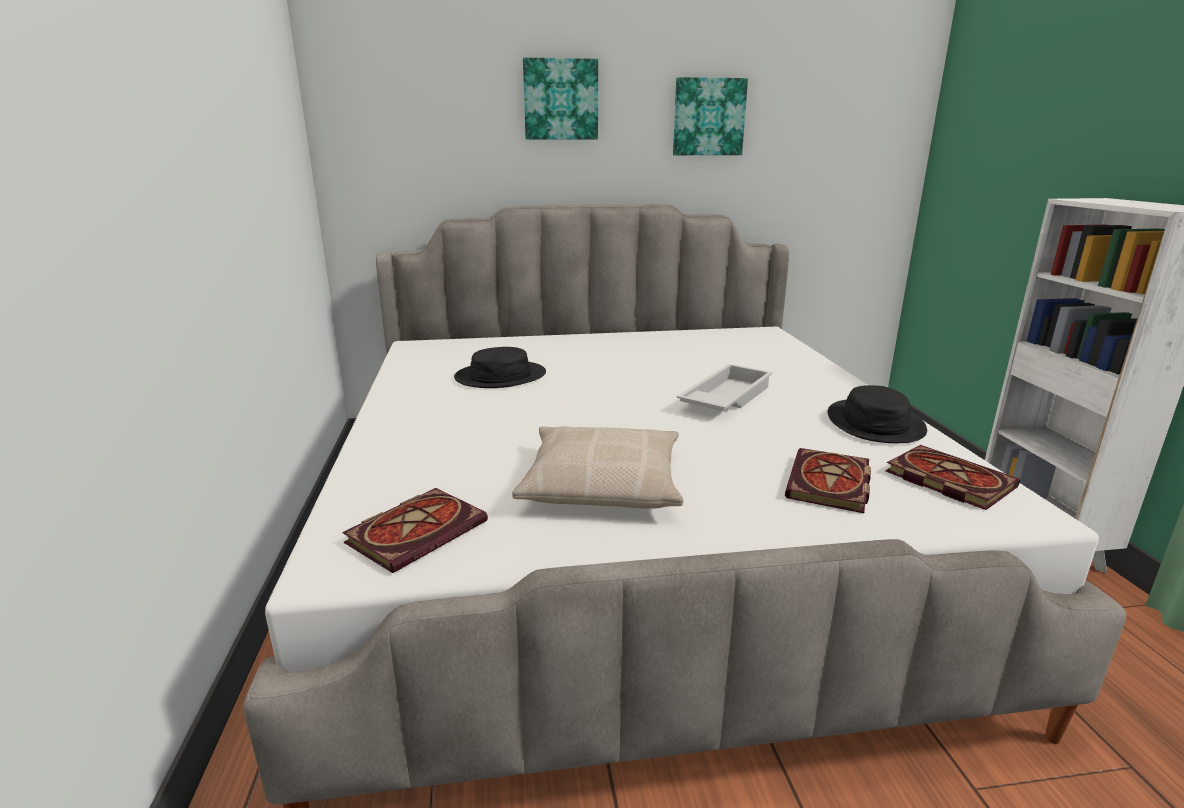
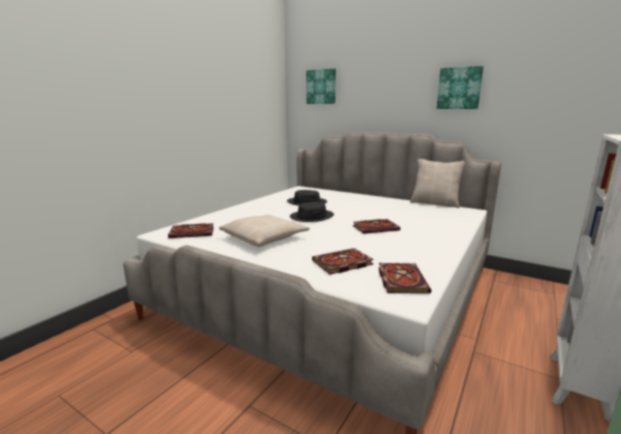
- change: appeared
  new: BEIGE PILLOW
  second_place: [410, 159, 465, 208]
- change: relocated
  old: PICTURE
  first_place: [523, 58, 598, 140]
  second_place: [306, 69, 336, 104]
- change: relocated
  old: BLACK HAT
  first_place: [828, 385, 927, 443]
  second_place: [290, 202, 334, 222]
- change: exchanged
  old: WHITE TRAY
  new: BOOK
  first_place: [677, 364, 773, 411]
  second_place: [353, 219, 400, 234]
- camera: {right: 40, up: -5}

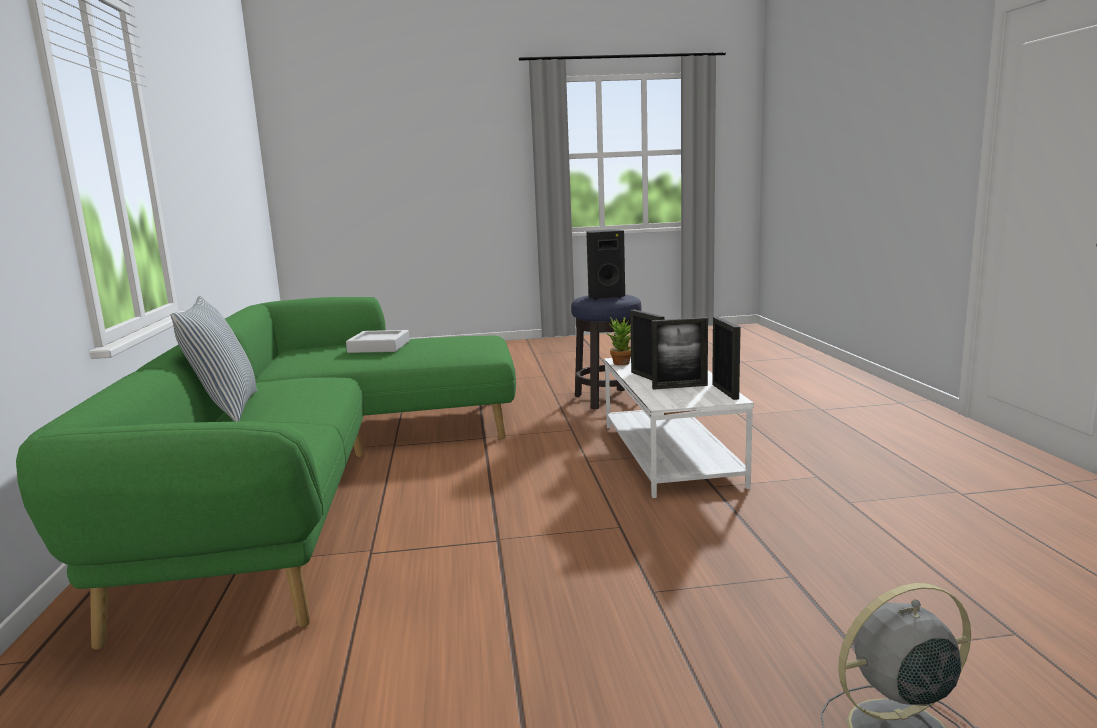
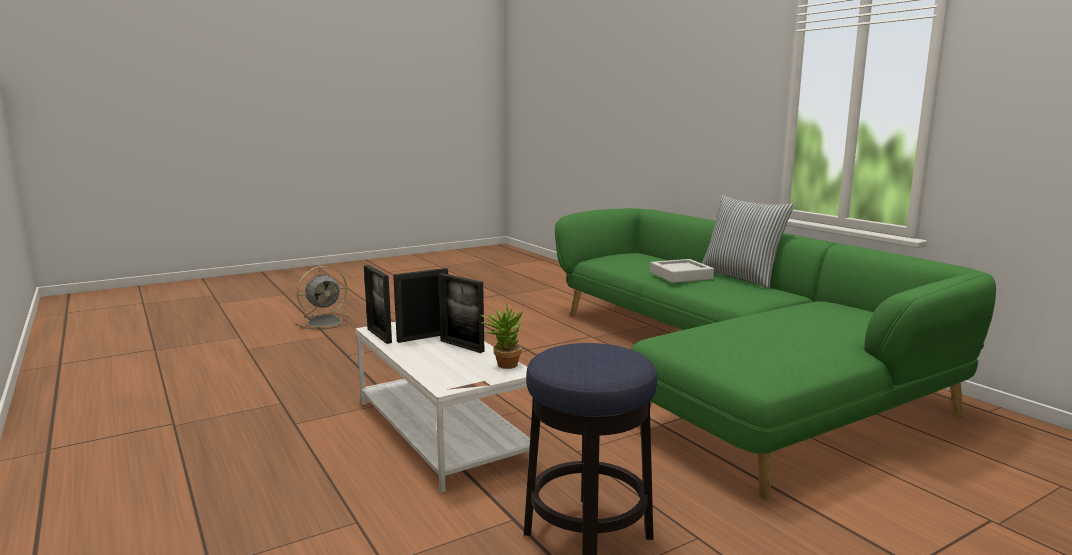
- change: missing
  old: BLACK SPEAKER
  first_place: [586, 229, 625, 300]
- change: relocated
  old: GREY TRAY
  first_place: [346, 330, 410, 353]
  second_place: [650, 259, 714, 283]
- camera: {right: 155, up: 0}

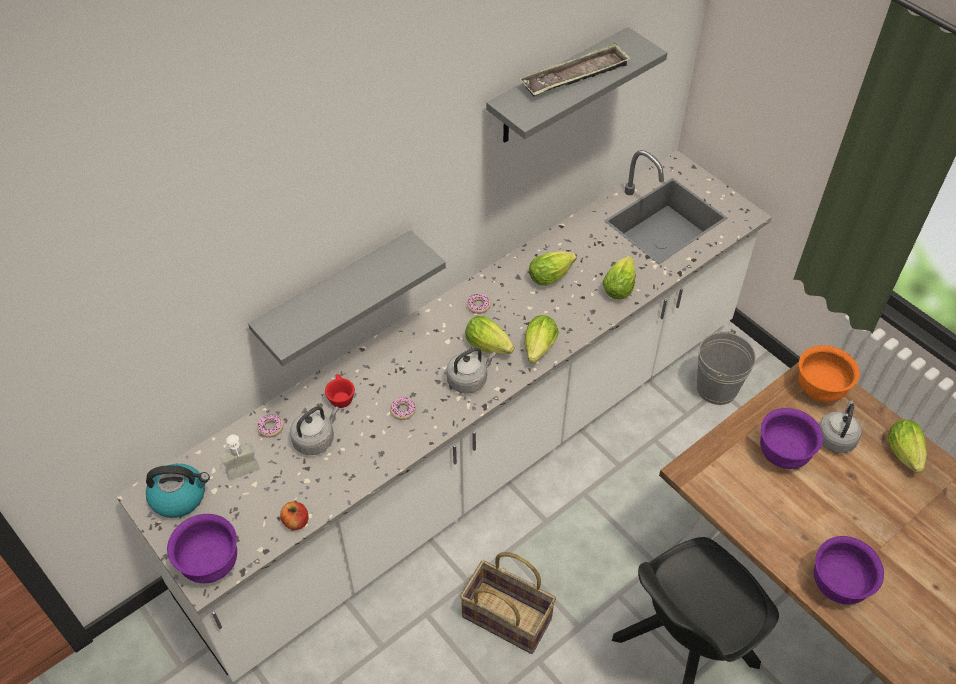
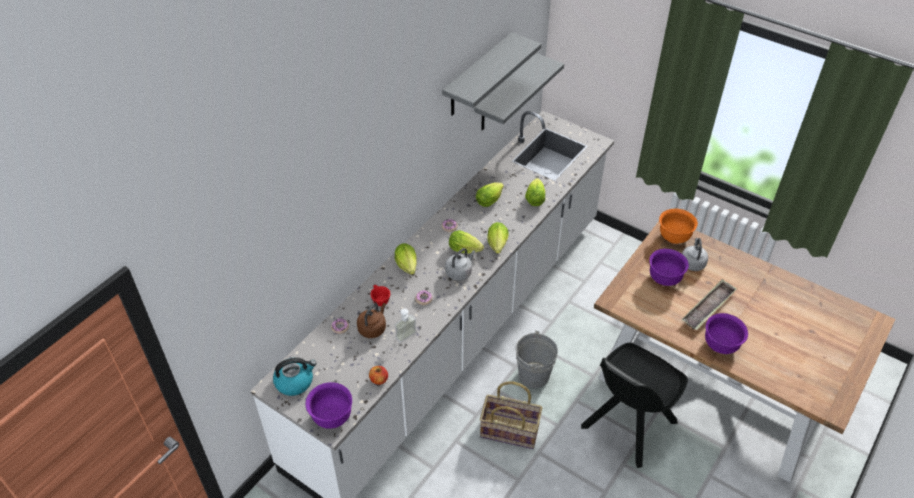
- change: relocated
  old: SOAP DISPENSER
  first_place: [220, 434, 259, 480]
  second_place: [395, 309, 417, 343]
- change: relocated
  old: GREY SHELF
  first_place: [248, 230, 446, 366]
  second_place: [474, 53, 564, 131]
- change: relocated
  old: TRAY
  first_place: [520, 43, 631, 96]
  second_place: [682, 279, 737, 330]
- change: relocated
  old: GREY BUCKET
  first_place: [696, 329, 756, 405]
  second_place: [516, 330, 558, 388]
- change: relocated
  old: LETTUCE
  first_place: [887, 419, 927, 473]
  second_place: [394, 243, 417, 275]
- change: colour
  old: GREY KETTLE
  new: BROWN KETTLE
  first_place: [290, 406, 339, 455]
  second_place: [357, 303, 386, 338]
- camera: {right: -15, up: -5}

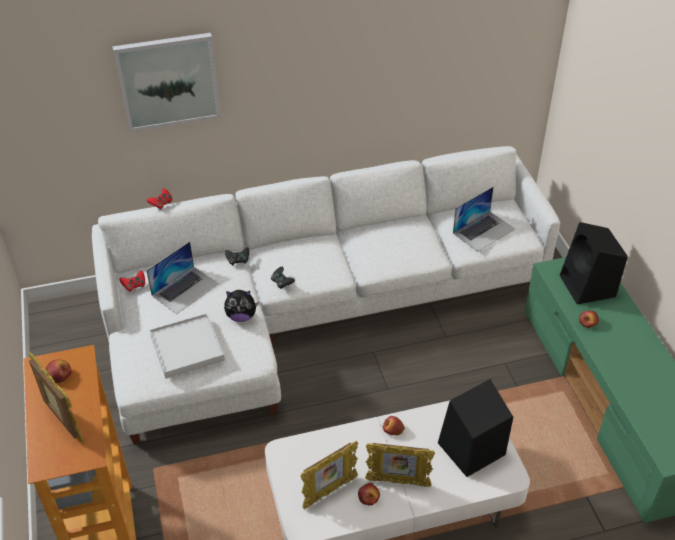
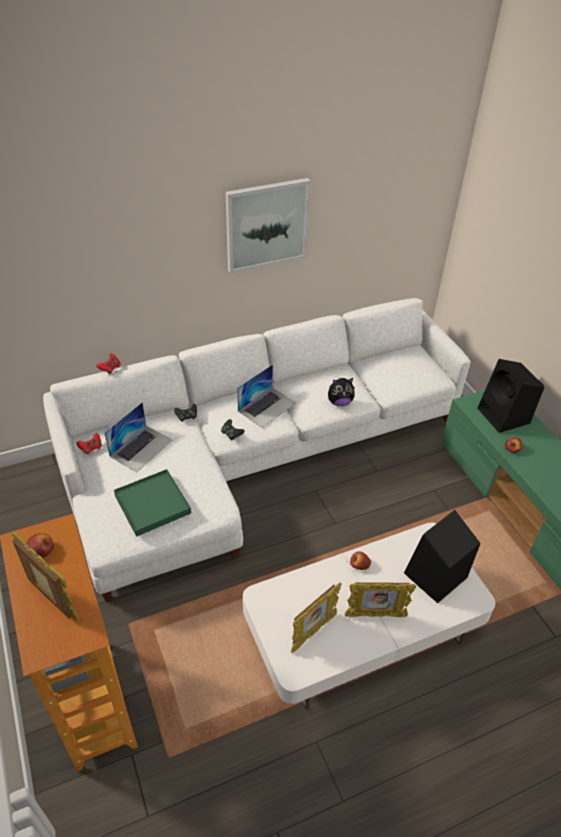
- change: missing
  old: APPLE
  first_place: [358, 483, 380, 506]
- change: relocated
  old: PICTURE
  first_place: [112, 33, 221, 132]
  second_place: [226, 178, 310, 273]
- change: relocated
  old: PLUSH TOY
  first_place: [224, 290, 259, 322]
  second_place: [328, 378, 355, 406]
- change: relocated
  old: LAPTOP
  first_place: [453, 186, 515, 252]
  second_place: [237, 364, 296, 428]
- change: colour
  old: WHITE TRAY
  new: GREEN TRAY
  first_place: [149, 313, 225, 379]
  second_place: [114, 469, 191, 537]
- camera: {right: -10, up: 0}

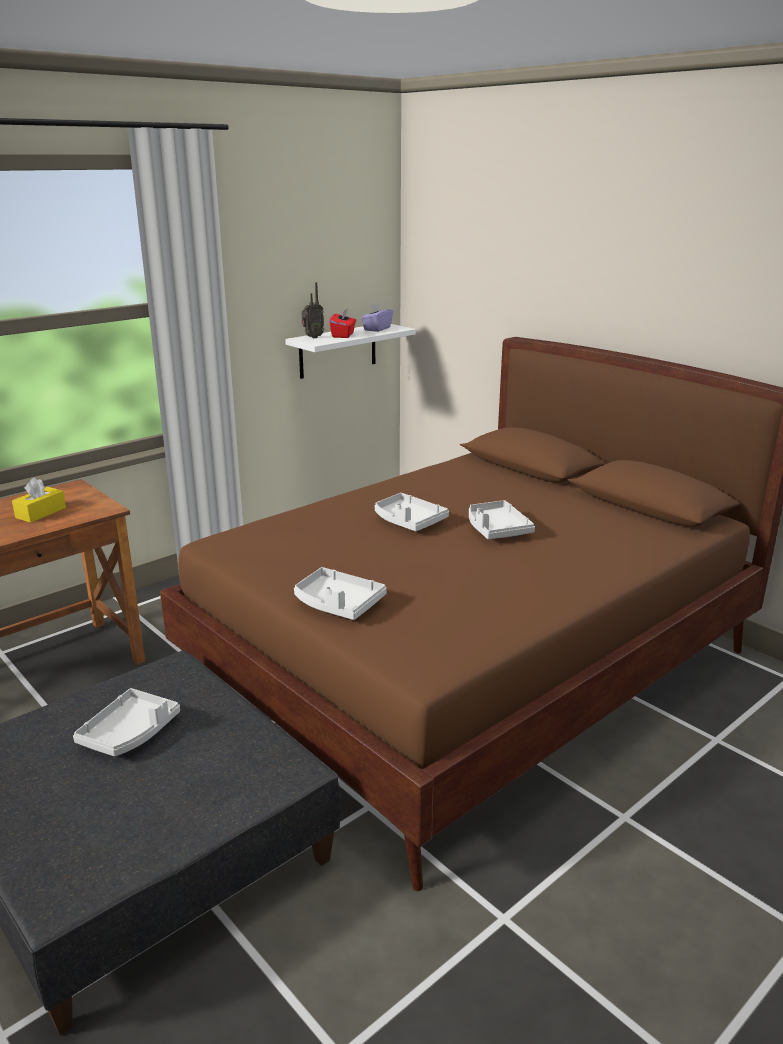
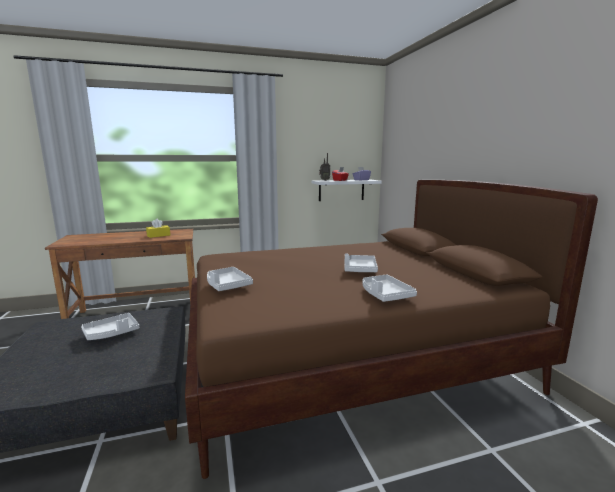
- change: relocated
  old: WHITE TRAY
  first_place: [375, 493, 449, 531]
  second_place: [363, 274, 417, 302]
- camera: {right: 25, up: -10}

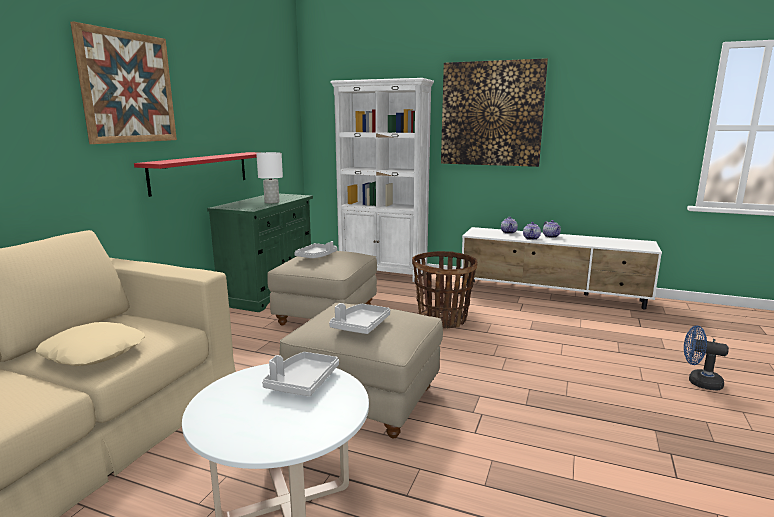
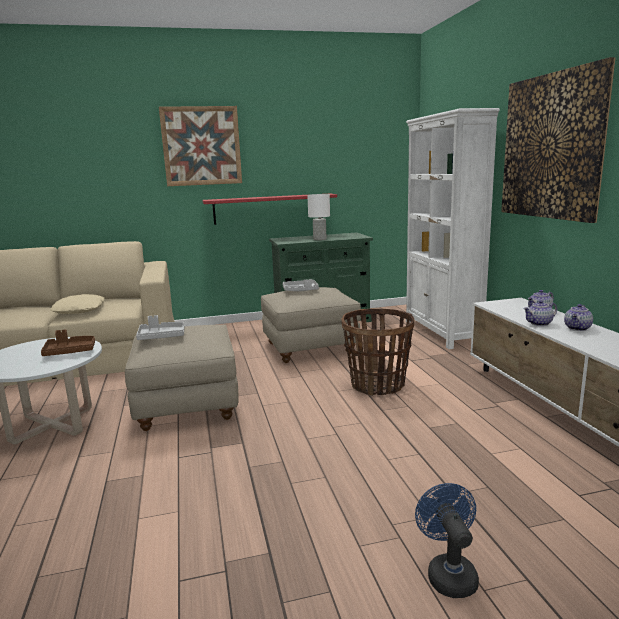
- change: colour
  old: GREY TRAY
  new: BROWN TRAY
  first_place: [262, 352, 339, 396]
  second_place: [41, 329, 95, 356]
- camera: {right: 55, up: 0}

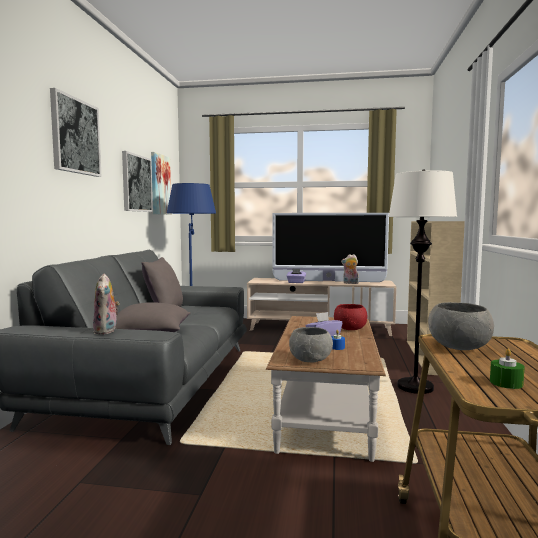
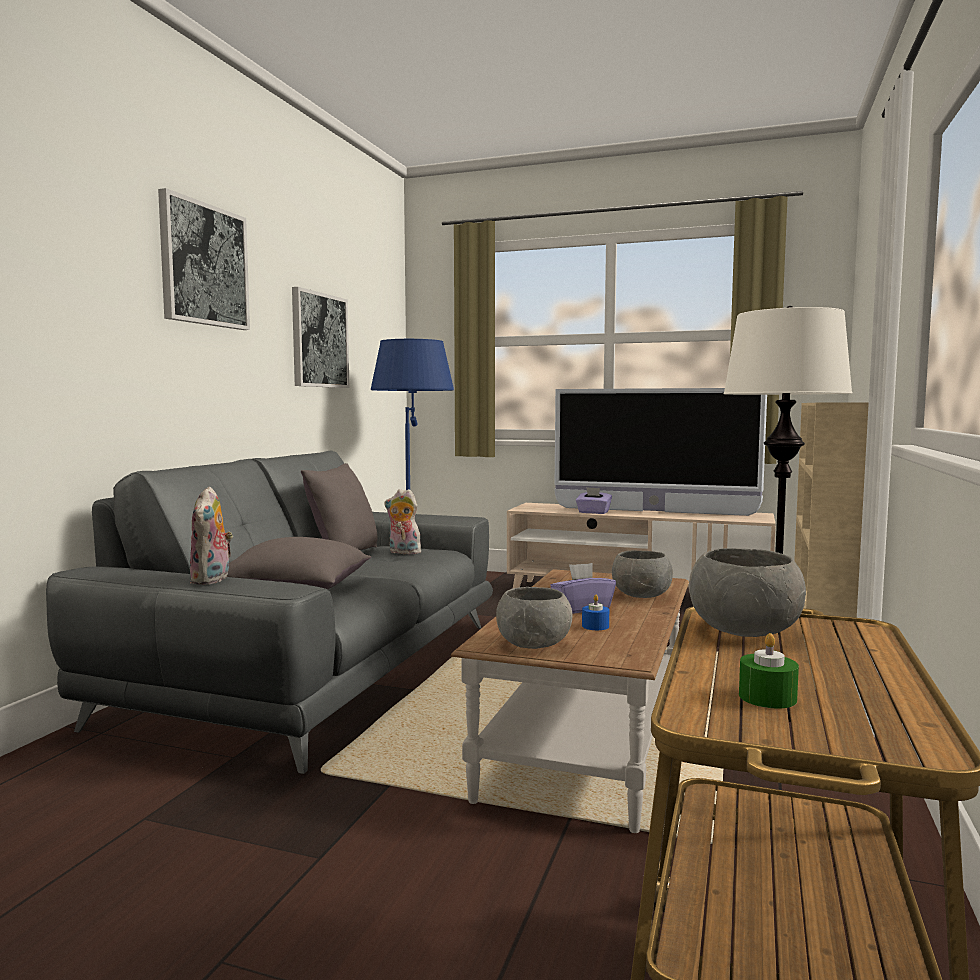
- change: missing
  old: PICTURE
  first_place: [151, 152, 171, 215]
- change: relocated
  old: PLUSH TOY
  first_place: [341, 254, 359, 284]
  second_place: [385, 489, 423, 554]
- change: colour
  old: RED BOWL
  new: GREY BOWL
  first_place: [334, 304, 367, 330]
  second_place: [612, 551, 673, 598]
- camera: {right: 10, up: 0}

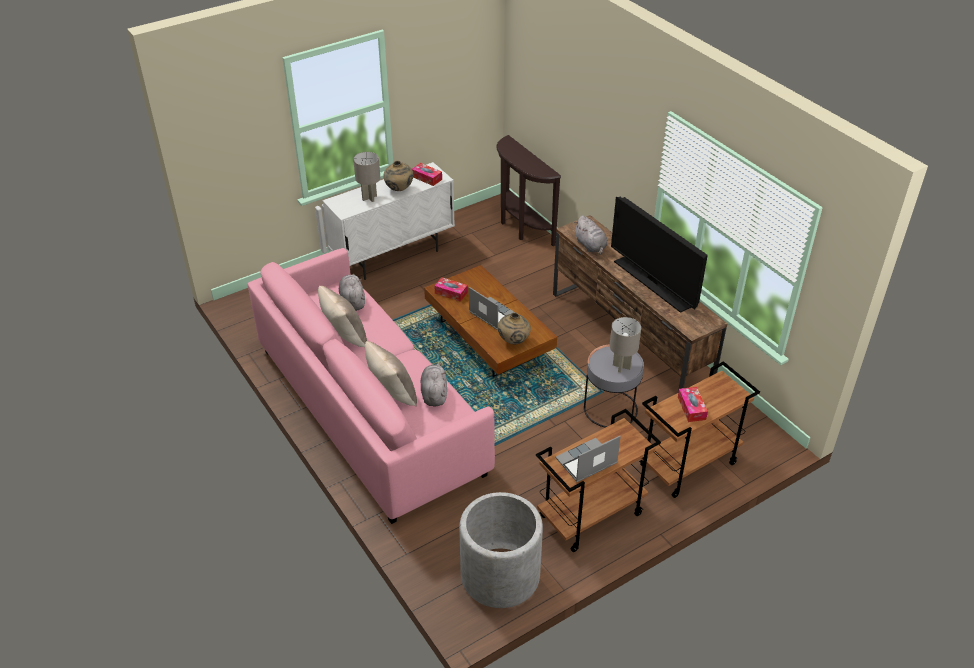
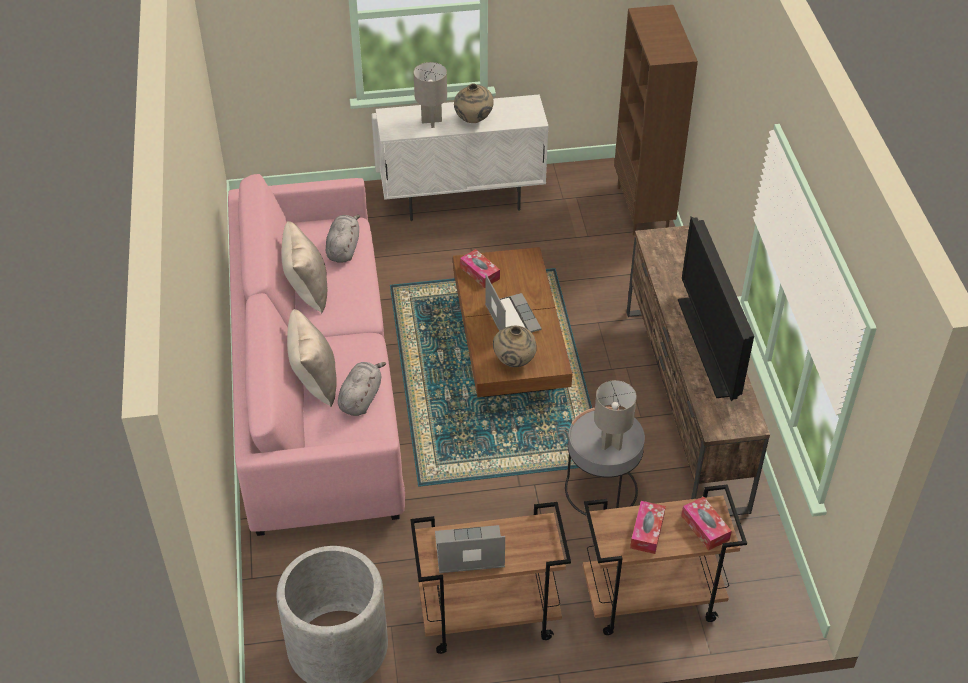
- change: missing
  old: GREY PLUSH TOY
  first_place: [574, 215, 608, 255]
- change: relocated
  old: TISSUE BOX
  first_place: [412, 163, 442, 186]
  second_place: [681, 497, 732, 551]
- change: exchanged
  old: BROWN CONSOLE TABLE
  new: BROWN BOOKCASE
  first_place: [496, 135, 561, 246]
  second_place: [614, 5, 698, 235]
- camera: {right: 25, up: 5}

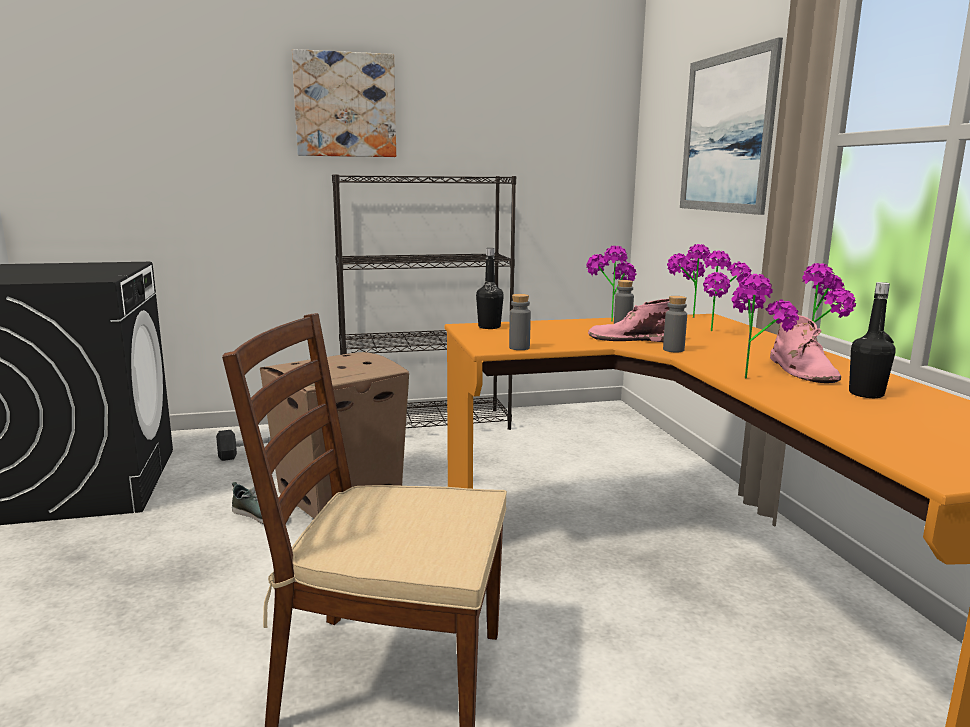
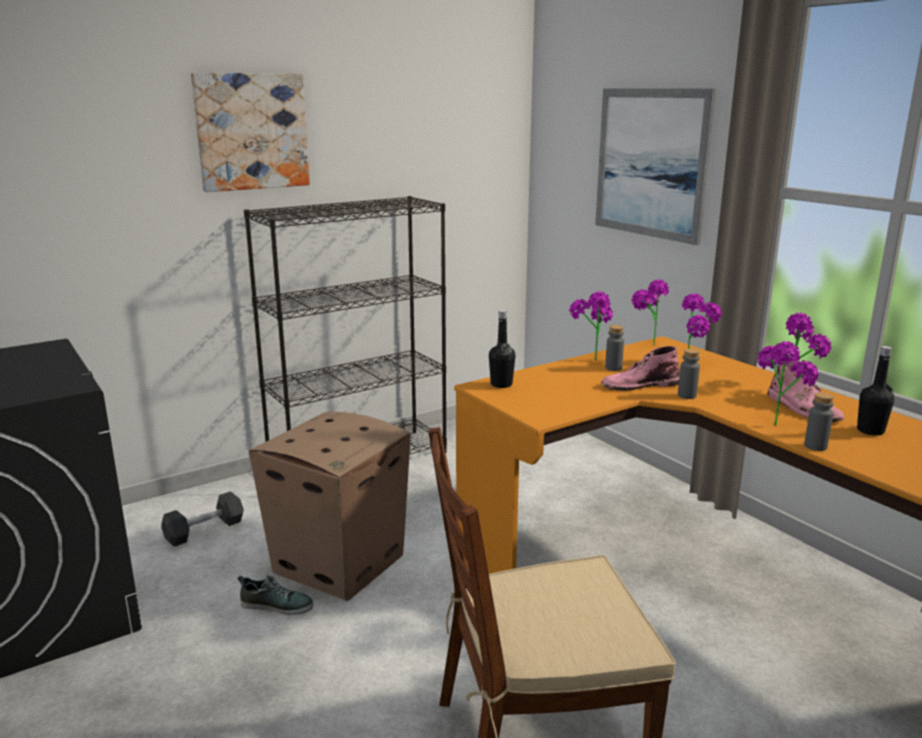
- change: relocated
  old: GREY BOTTLE
  first_place: [509, 294, 531, 350]
  second_place: [804, 392, 834, 451]
- camera: {right: -20, up: 5}

